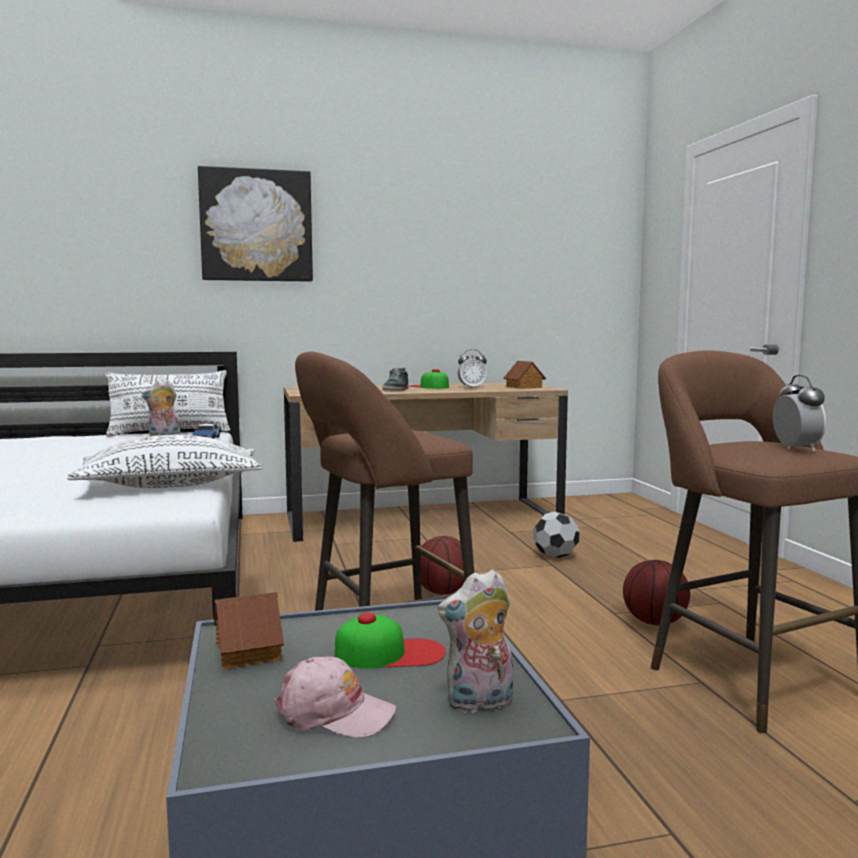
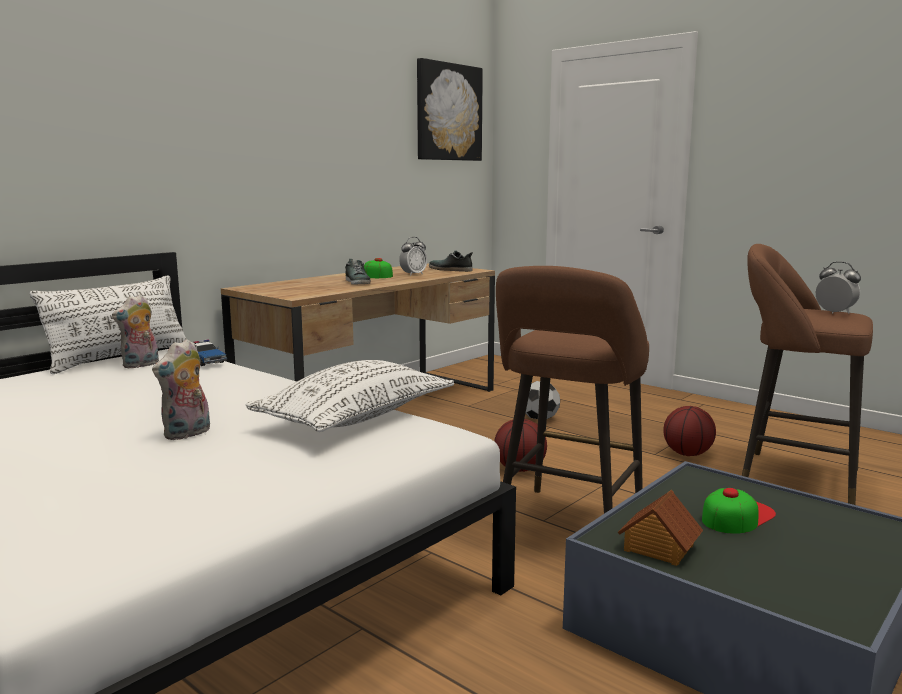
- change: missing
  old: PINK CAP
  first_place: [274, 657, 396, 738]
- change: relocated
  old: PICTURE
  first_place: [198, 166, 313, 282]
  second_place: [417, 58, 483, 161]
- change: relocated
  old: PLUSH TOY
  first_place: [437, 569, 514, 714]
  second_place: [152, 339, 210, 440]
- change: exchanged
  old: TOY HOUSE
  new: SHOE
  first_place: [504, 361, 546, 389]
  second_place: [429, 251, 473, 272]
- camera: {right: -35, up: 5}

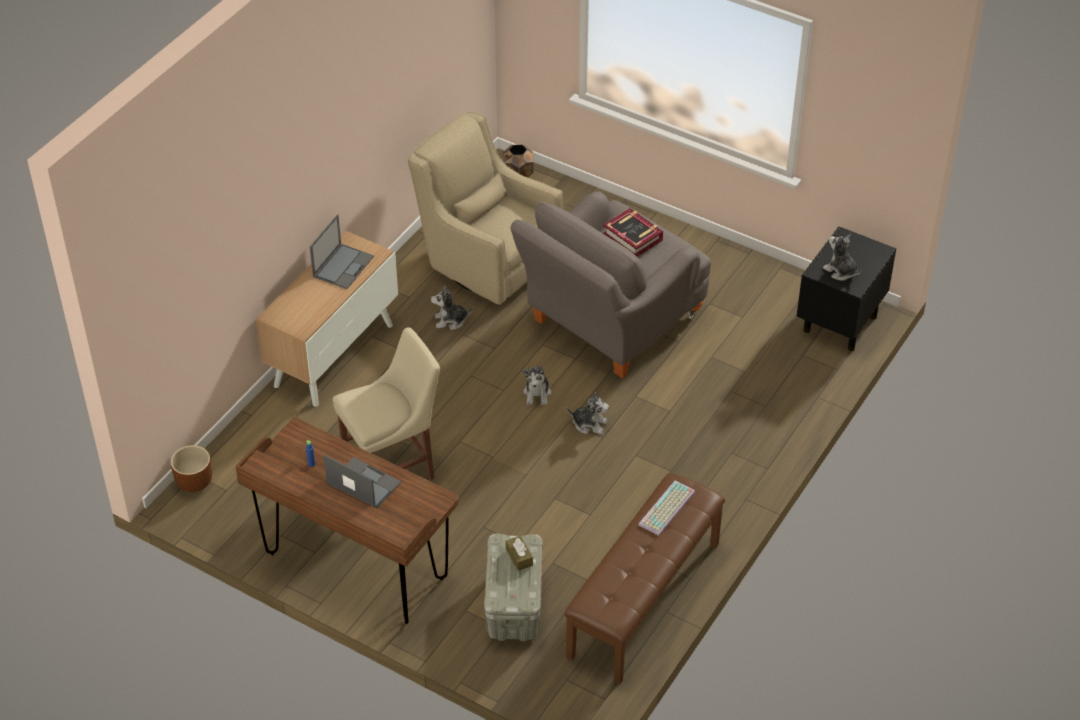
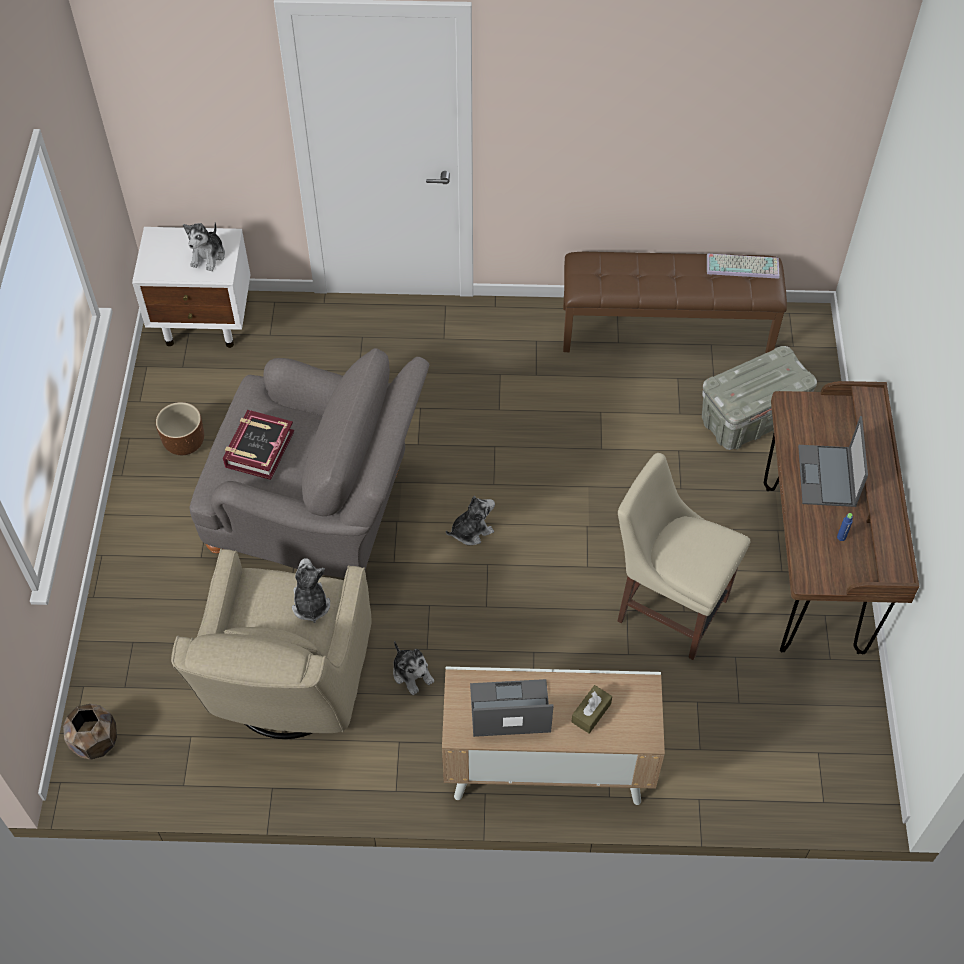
- change: relocated
  old: BROWN PLANTER
  first_place: [171, 445, 212, 492]
  second_place: [156, 402, 204, 455]
- change: relocated
  old: BROWN TISSUE BOX
  first_place: [506, 536, 533, 571]
  second_place: [571, 685, 612, 734]
- change: relocated
  old: PLUSH TOY
  first_place: [567, 392, 609, 434]
  second_place: [292, 558, 330, 623]
- change: relocated
  old: KEYBOARD
  first_place: [638, 481, 695, 536]
  second_place: [707, 254, 779, 279]
- change: colour
  old: BLACK NIGHTSTAND
  new: WHITE NIGHTSTAND
  first_place: [797, 227, 896, 351]
  second_place: [132, 227, 251, 348]
- camera: {right: -120, up: 10}

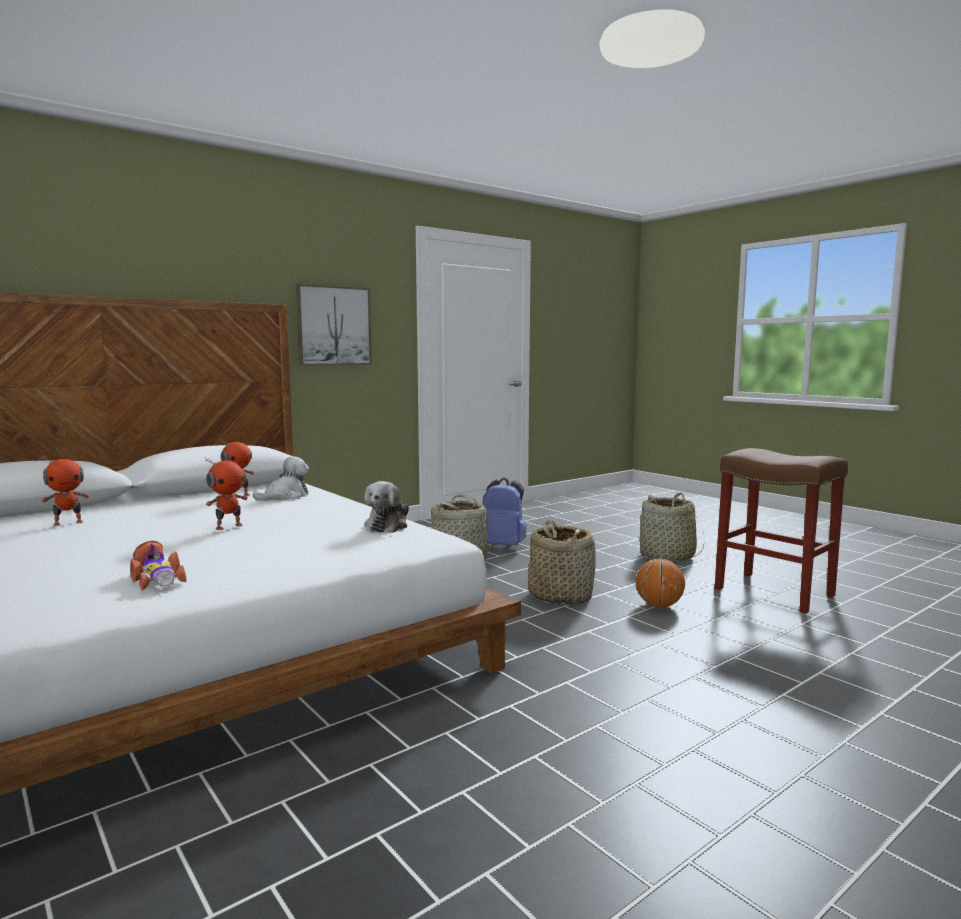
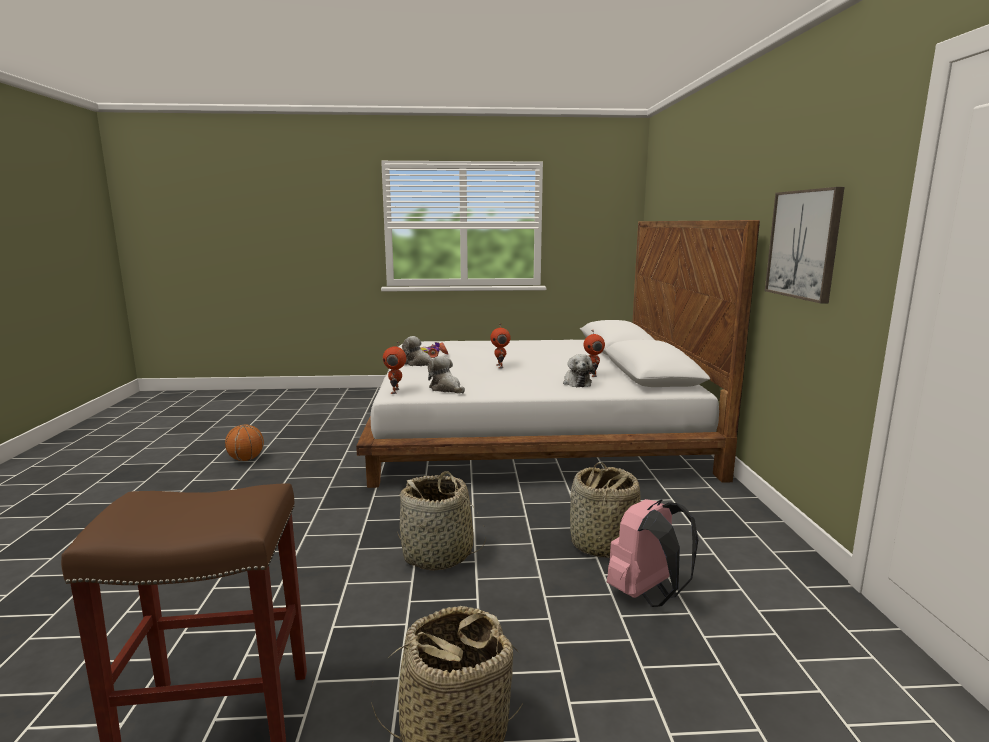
- change: appeared
  new: PLUSH TOY
  second_place: [402, 336, 432, 366]
- change: relocated
  old: TOY ROBOT
  first_place: [41, 455, 90, 526]
  second_place: [383, 341, 406, 394]
- change: relocated
  old: BASKETBALL
  first_place: [636, 559, 685, 607]
  second_place: [225, 424, 264, 461]
- change: colour
  old: BLUE BACKPACK
  new: PINK BACKPACK
  first_place: [482, 478, 526, 546]
  second_place: [607, 499, 698, 607]
- camera: {right: 125, up: 5}

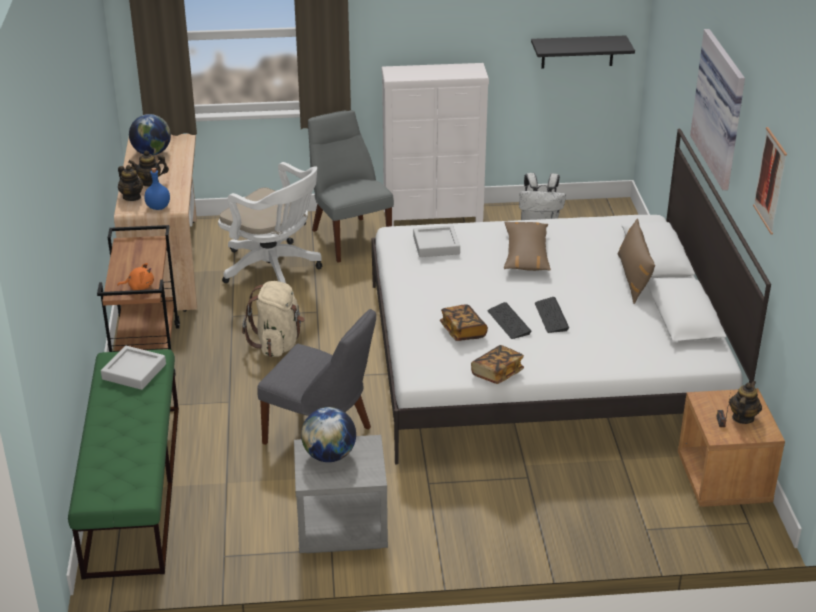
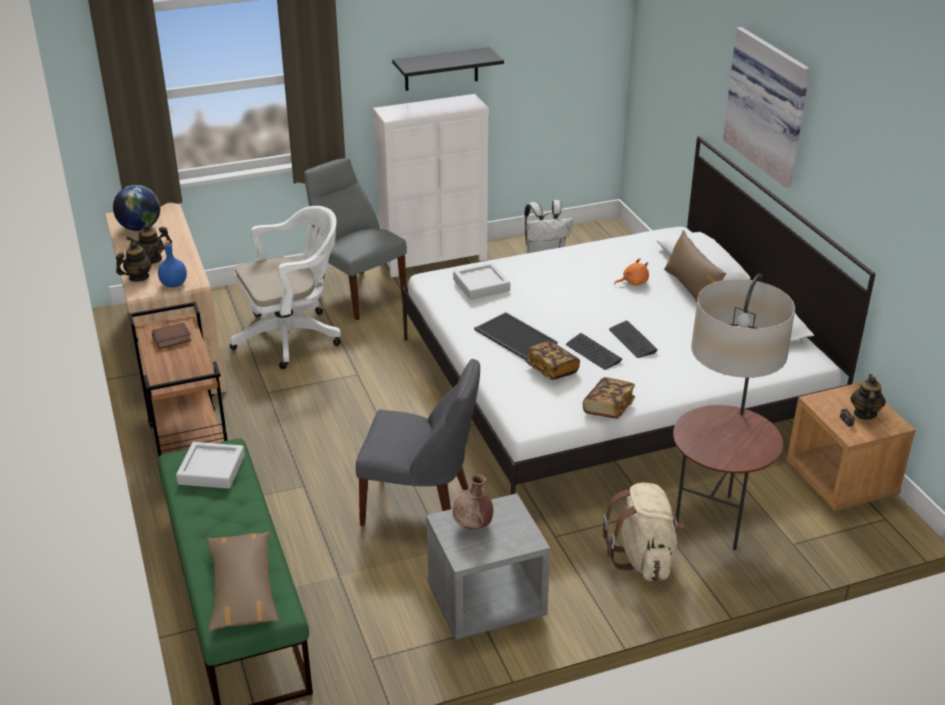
- change: missing
  old: PICTURE
  first_place: [753, 127, 787, 235]
- change: appeared
  new: BOOK
  second_place: [152, 323, 192, 349]
- change: appeared
  new: TRAY
  second_place: [474, 312, 558, 360]
- change: appeared
  new: FLOOR LAMP
  second_place: [673, 273, 795, 550]
- change: relocated
  old: ORANGE PLUSH TOY
  first_place: [117, 263, 154, 290]
  second_place: [614, 258, 649, 286]
- change: relocated
  old: BEIGE BACKPACK
  first_place: [242, 281, 305, 357]
  second_place: [603, 483, 684, 582]
- change: relocated
  old: BROWN PILLOW
  first_place: [504, 221, 551, 271]
  second_place: [207, 531, 279, 632]
- change: relocated
  old: BLACK SHELF
  first_place: [531, 36, 635, 69]
  second_place: [392, 47, 504, 91]
- change: exchanged
  old: GLOBE
  new: BROWN VASE
  first_place: [301, 407, 356, 462]
  second_place: [452, 474, 493, 529]
- change: spun
  old: TEAPOT
  first_place: [118, 165, 143, 201]
  second_place: [116, 242, 155, 282]
  degrees: -75
- change: spun
  old: WHITE OFFICE CHAIR
  first_place: [218, 162, 322, 283]
  second_place: [230, 206, 341, 369]
  degrees: -45
- camera: {right: -15, up: 0}

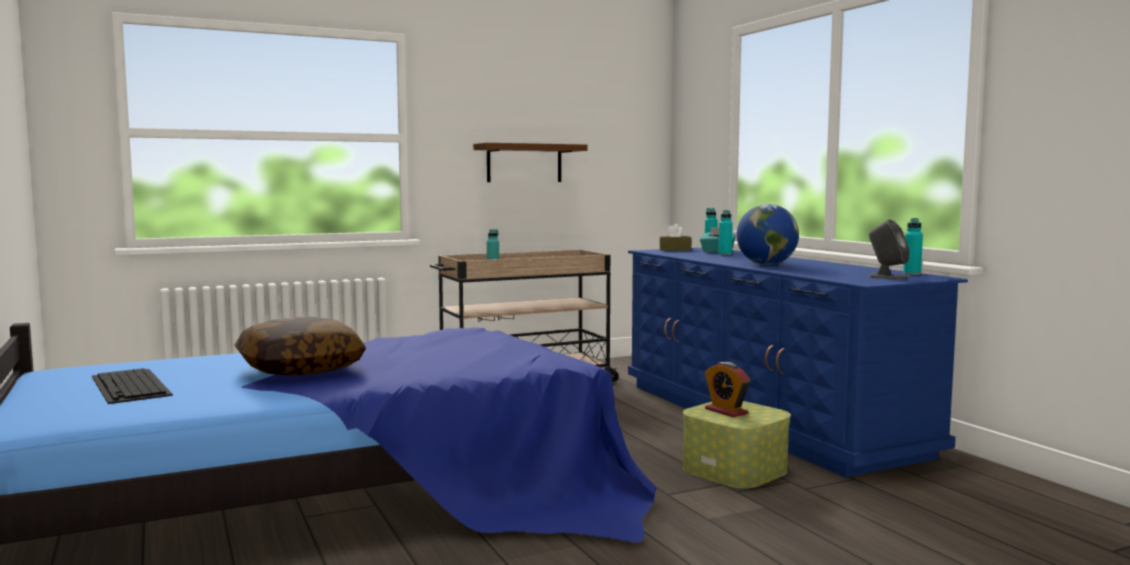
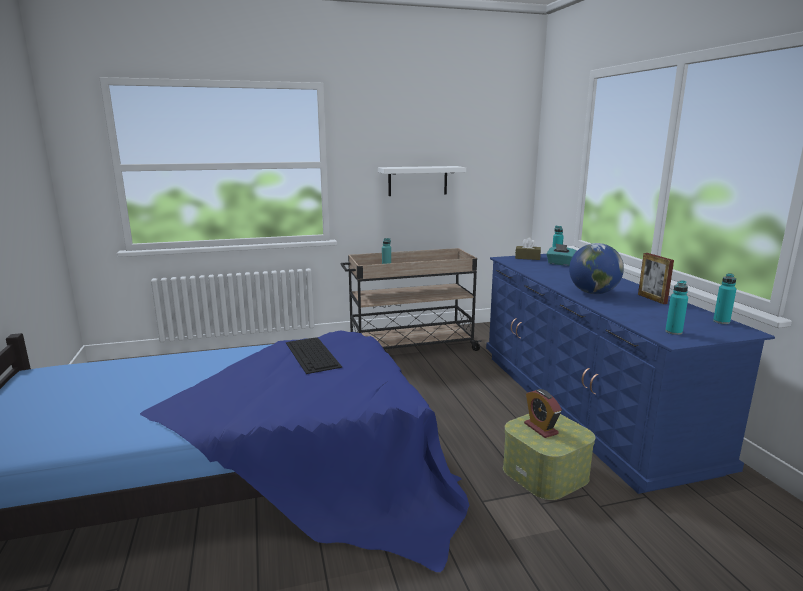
- change: missing
  old: PILLOW
  first_place: [235, 316, 366, 375]
- change: missing
  old: GREY SPEAKER
  first_place: [868, 219, 910, 279]
- change: appeared
  new: PICTURE FRAME
  second_place: [638, 253, 674, 304]
- change: relocated
  old: KEYBOARD
  first_place: [92, 368, 173, 404]
  second_place: [286, 337, 342, 374]
- change: relocated
  old: TURQUOISE BOTTLE
  first_place: [718, 210, 733, 255]
  second_place: [665, 280, 688, 335]
- change: colour
  old: BROWN SHELF
  new: WHITE SHELF
  first_place: [473, 143, 588, 182]
  second_place: [378, 166, 466, 196]
- camera: {right: 10, up: 10}

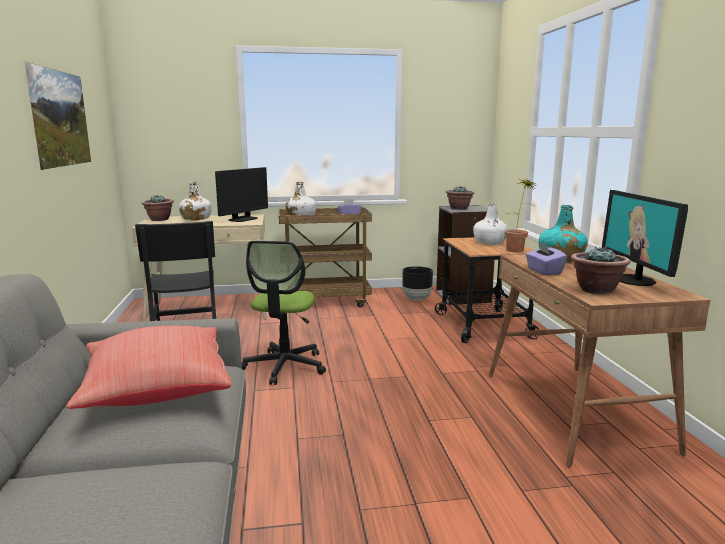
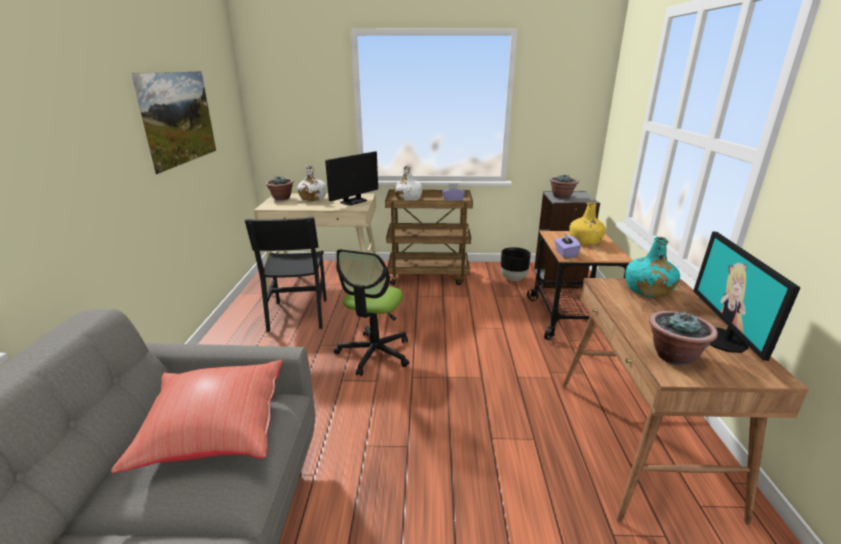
- change: missing
  old: POTTED PLANT
  first_place: [504, 178, 535, 252]
- change: relocated
  old: PURPLE TISSUE BOX
  first_place: [525, 241, 567, 275]
  second_place: [555, 233, 581, 258]
- change: colour
  old: WHITE BOTTLE
  new: YELLOW BOTTLE
  first_place: [473, 203, 508, 245]
  second_place: [569, 202, 606, 245]
- camera: {right: 10, up: 10}

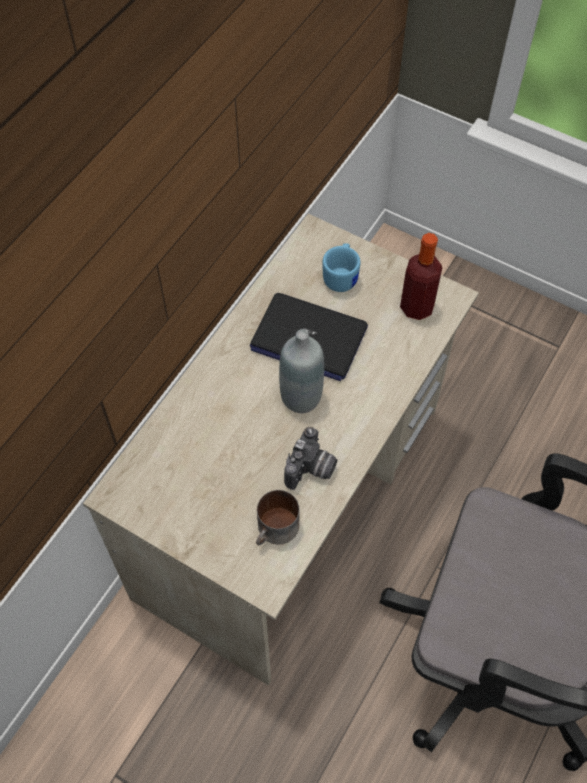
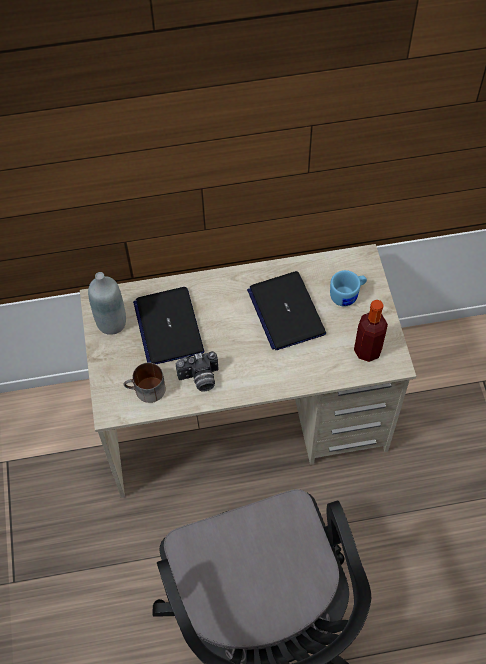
- change: appeared
  new: LAPTOP
  second_place: [133, 287, 205, 364]
- change: relocated
  old: GREY BOTTLE
  first_place: [279, 329, 324, 413]
  second_place: [88, 272, 126, 335]
- camera: {right: 50, up: 0}

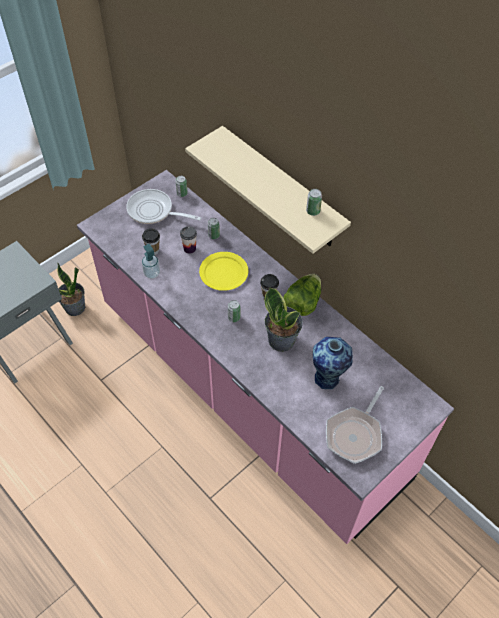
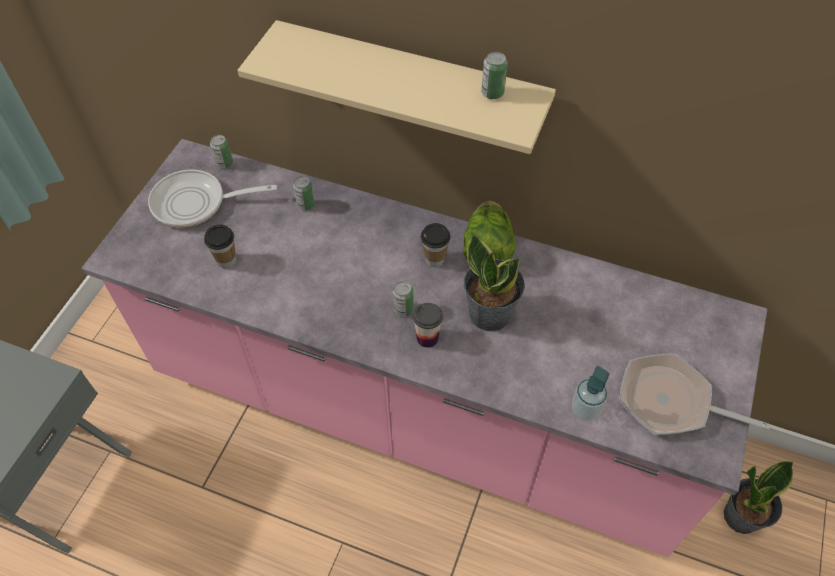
- change: missing
  old: YELLOW PLATE
  first_place: [199, 252, 248, 291]
- change: missing
  old: VASE
  first_place: [313, 337, 353, 389]
- change: relocated
  old: POTTED PLANT
  first_place: [57, 262, 85, 316]
  second_place: [724, 461, 793, 534]
- change: relocated
  old: SOAP DISPENSER
  first_place: [142, 244, 160, 279]
  second_place: [572, 366, 609, 420]
- change: relocated
  old: CUP
  first_place: [180, 226, 197, 254]
  second_place: [413, 303, 443, 348]
- change: spun
  old: FRYING PAN
  first_place: [326, 386, 384, 464]
  second_place: [619, 353, 770, 435]
  degrees: 105
- camera: {right: -25, up: 0}

